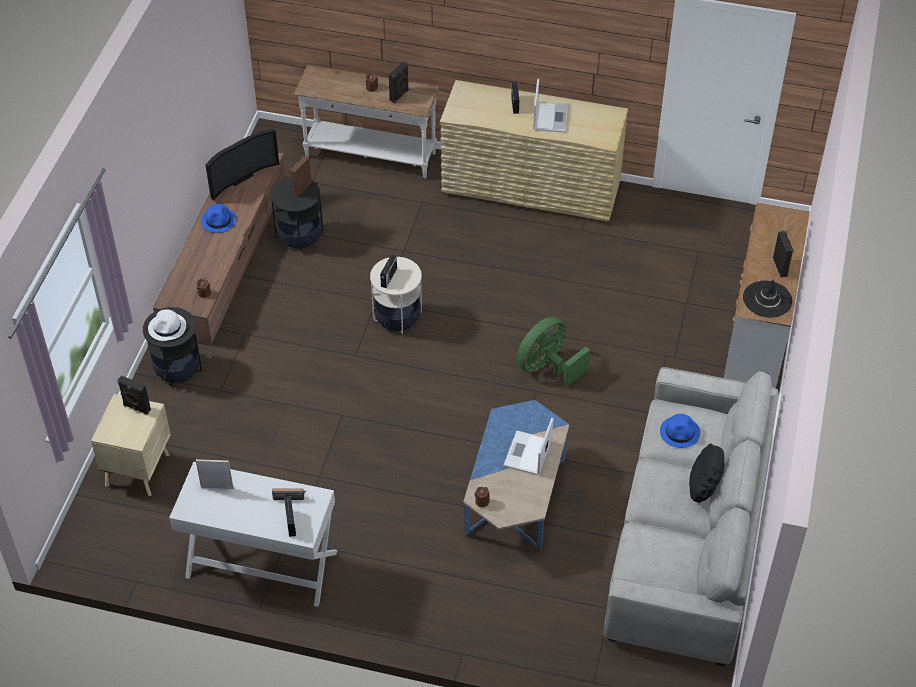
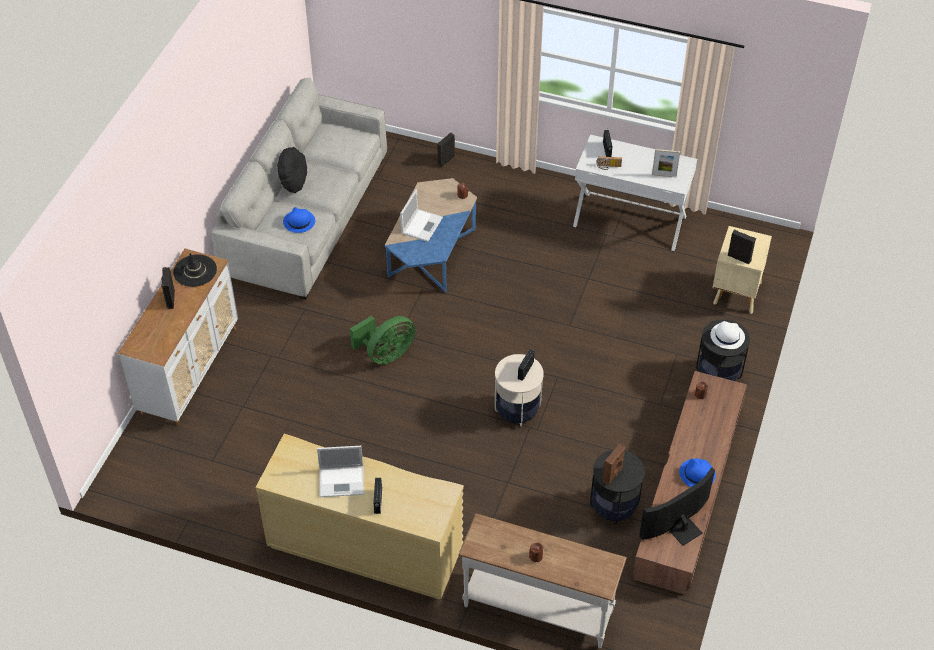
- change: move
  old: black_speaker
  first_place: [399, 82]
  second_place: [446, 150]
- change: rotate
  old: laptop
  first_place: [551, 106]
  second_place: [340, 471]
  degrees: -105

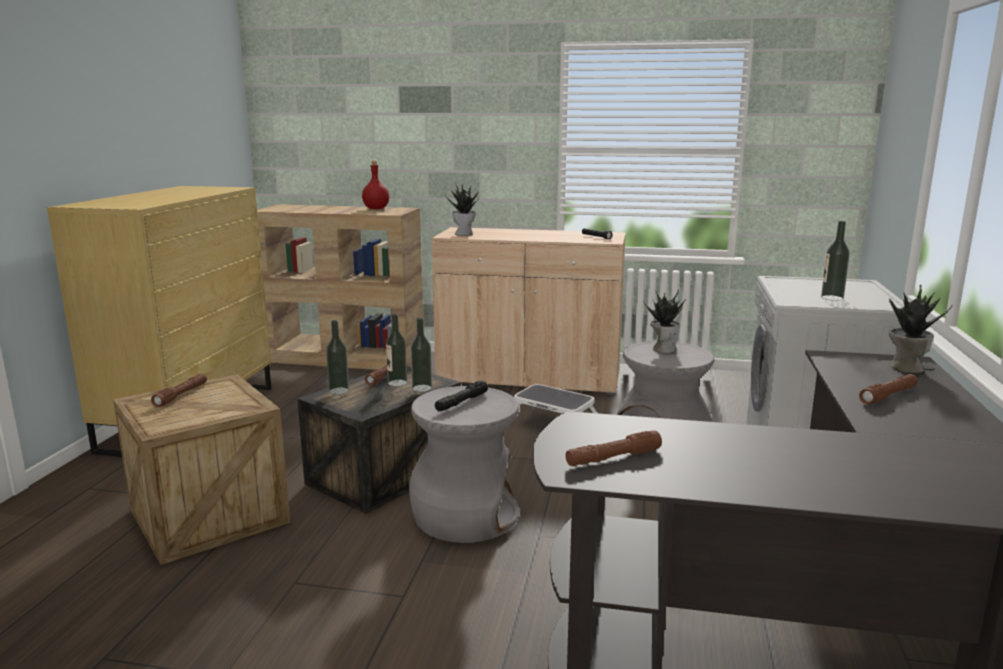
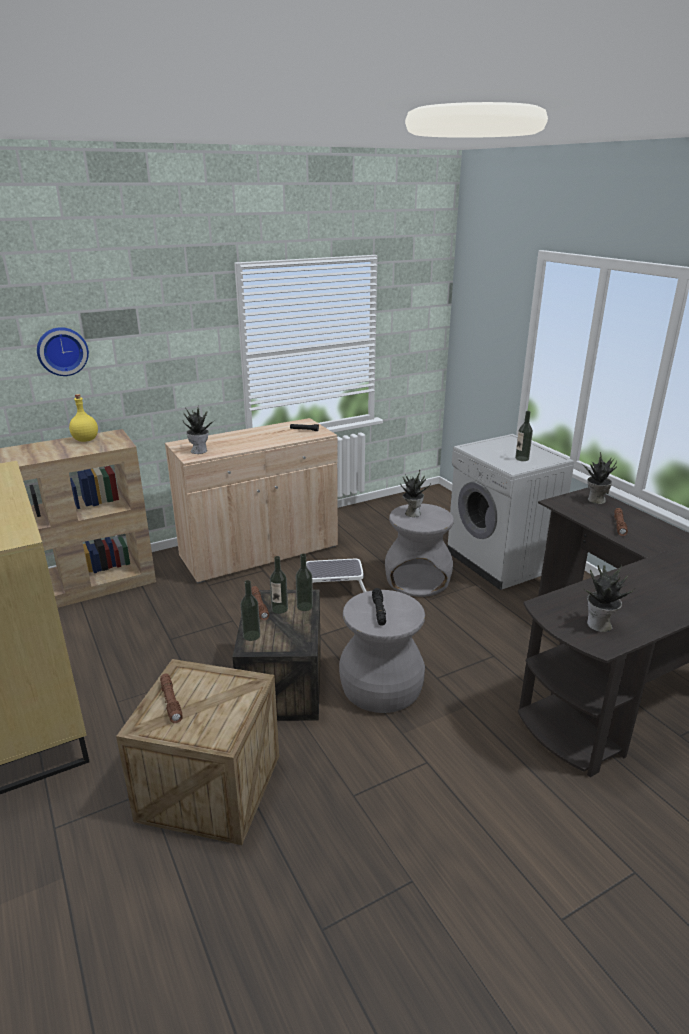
- change: recolor
  old: red_bottle
  new: yellow_bottle
  first_place: [375, 185]
  second_place: [83, 418]
- change: replace
  old: brown_flashlight
  new: potted_plant
  first_place: [614, 448]
  second_place: [609, 598]
- change: insert
  new: wall_clock
  second_place: [63, 351]

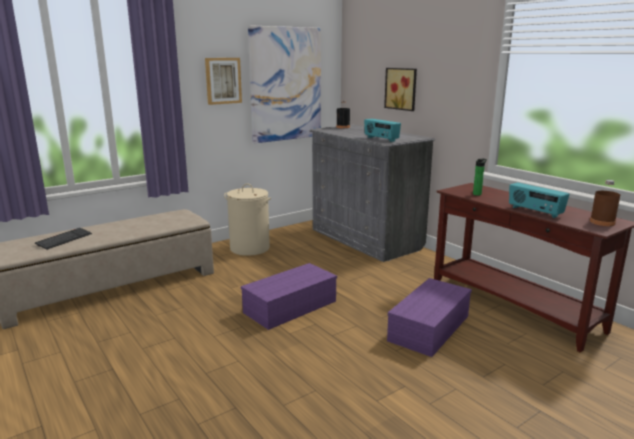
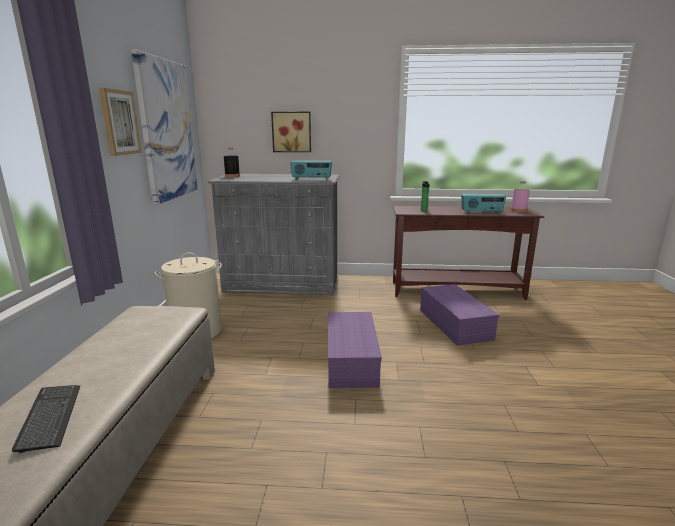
- change: recolor
  old: brown_bottle
  new: pink_bottle
  first_place: [605, 203]
  second_place: [520, 196]

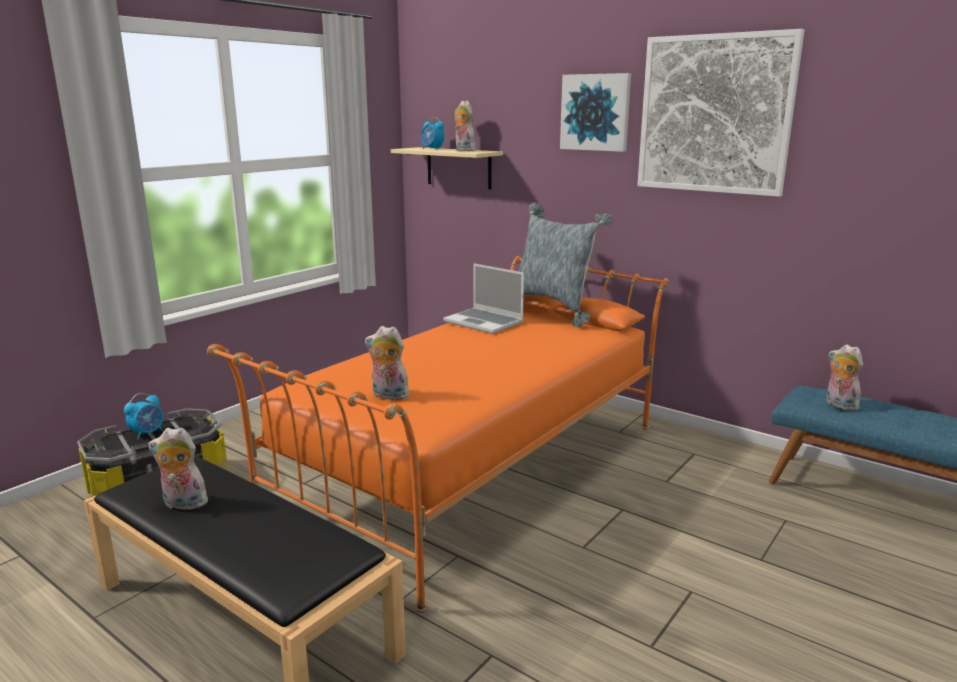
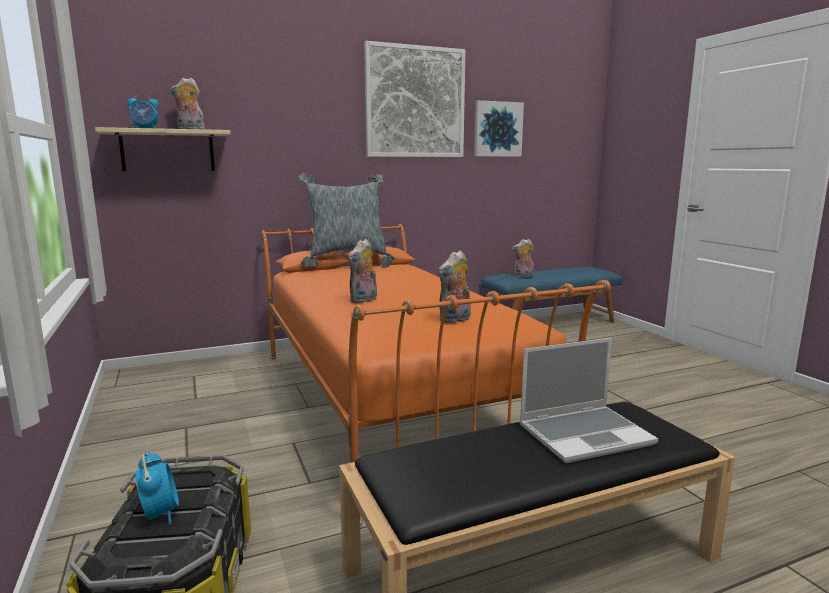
- change: move
  old: picture
  first_place: [595, 112]
  second_place: [499, 128]
- change: move
  old: laptop
  first_place: [483, 298]
  second_place: [589, 400]
- change: move
  old: plush_toy
  first_place: [179, 468]
  second_place: [362, 271]

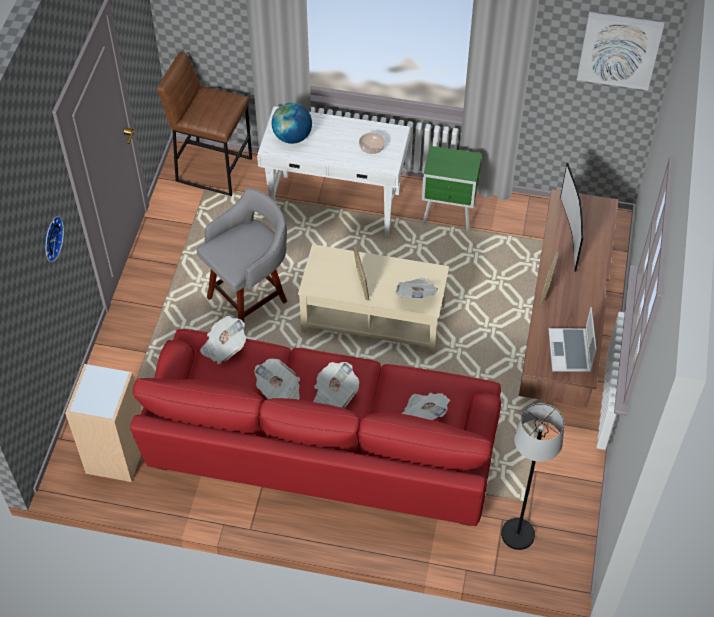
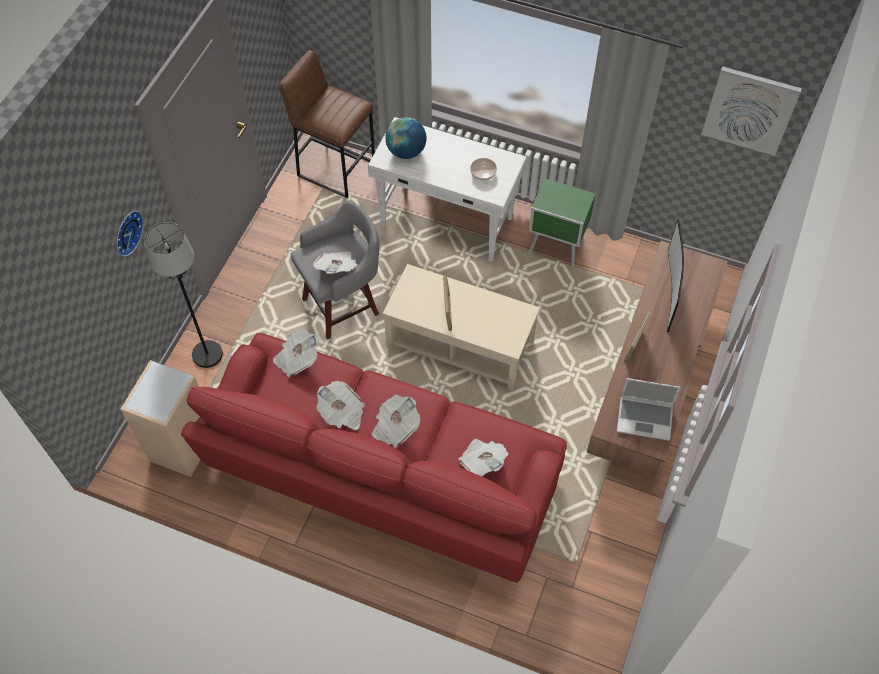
- change: move
  old: newspaper
  first_place: [416, 289]
  second_place: [335, 262]
- change: rotate
  old: laptop
  first_place: [572, 339]
  second_place: [649, 409]
  degrees: -90
- change: move
  old: black_floor_lamp
  first_place: [532, 476]
  second_place: [183, 295]

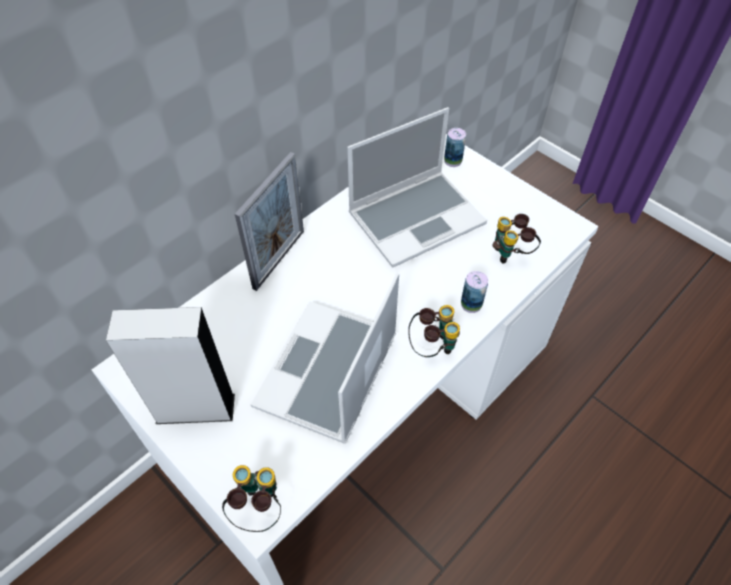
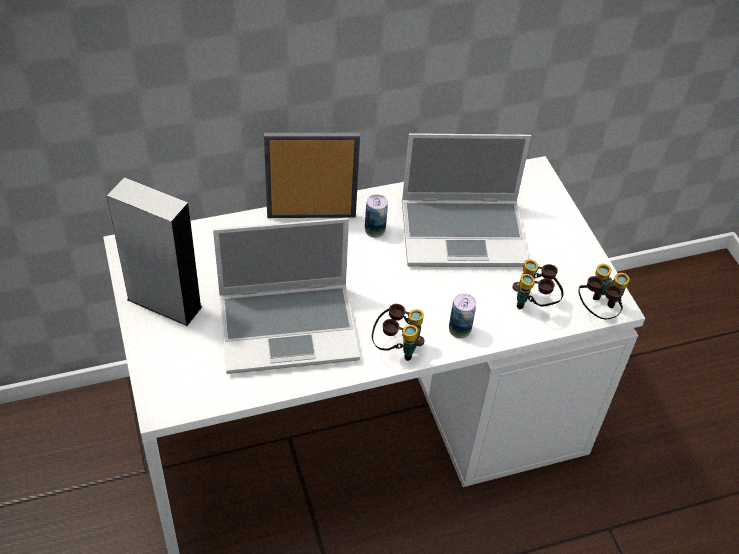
- change: move
  old: can
  first_place: [455, 147]
  second_place: [376, 216]
- change: rotate
  old: picture_frame
  first_place: [269, 221]
  second_place: [312, 175]
  degrees: -150
- change: rotate
  old: laptop
  first_place: [325, 358]
  second_place: [286, 296]
  degrees: -150
- change: move
  old: binoculars
  first_place: [251, 498]
  second_place: [604, 291]

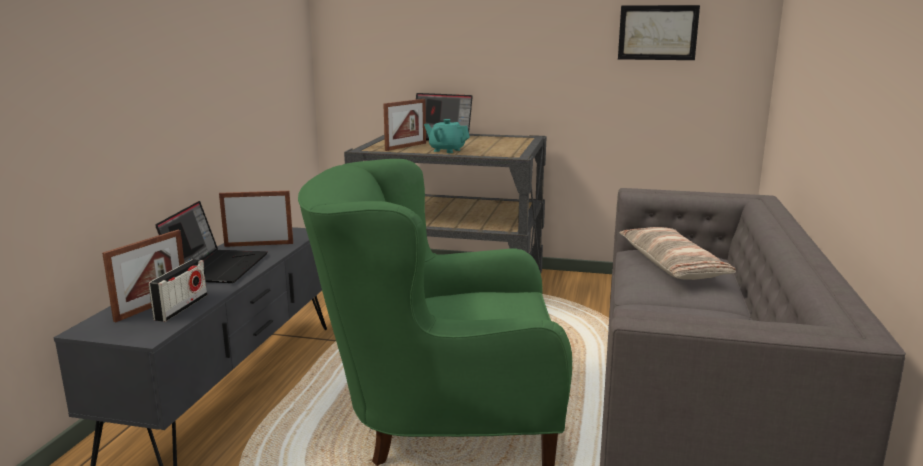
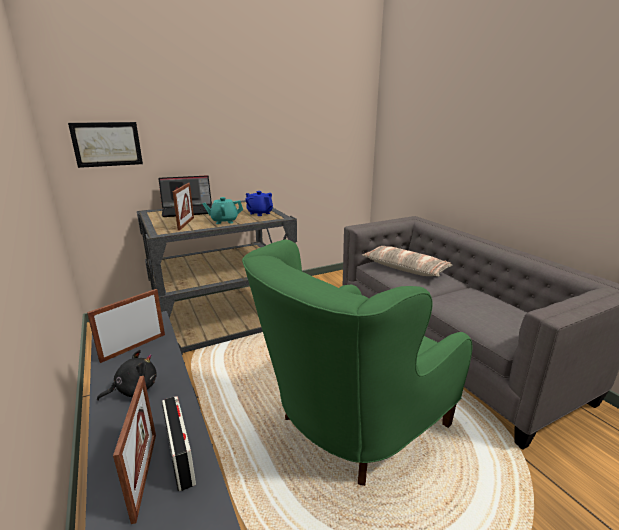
- change: move
  old: picture
  first_place: [659, 32]
  second_place: [105, 145]
- change: replace
  old: laptop
  new: black_plush_toy
  first_place: [211, 242]
  second_place: [127, 375]
- change: insert
  new: blue_teapot
  second_place: [259, 203]

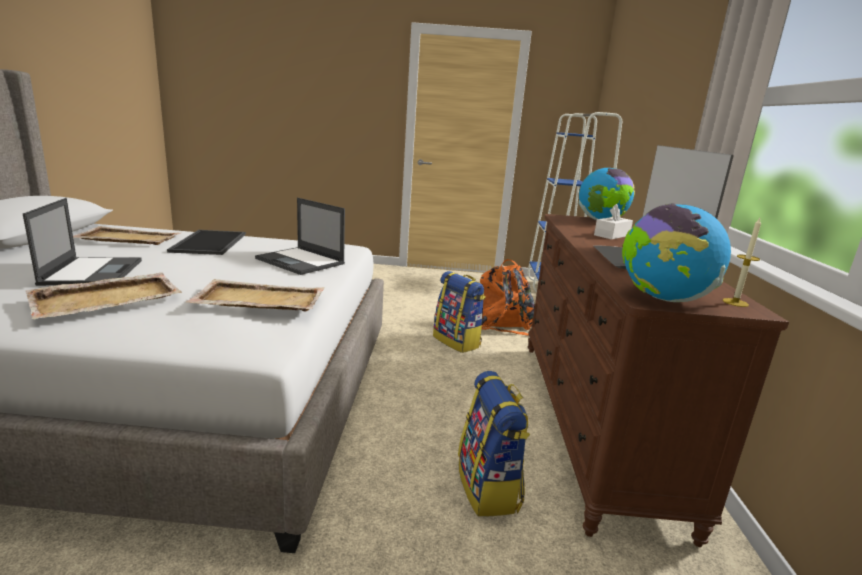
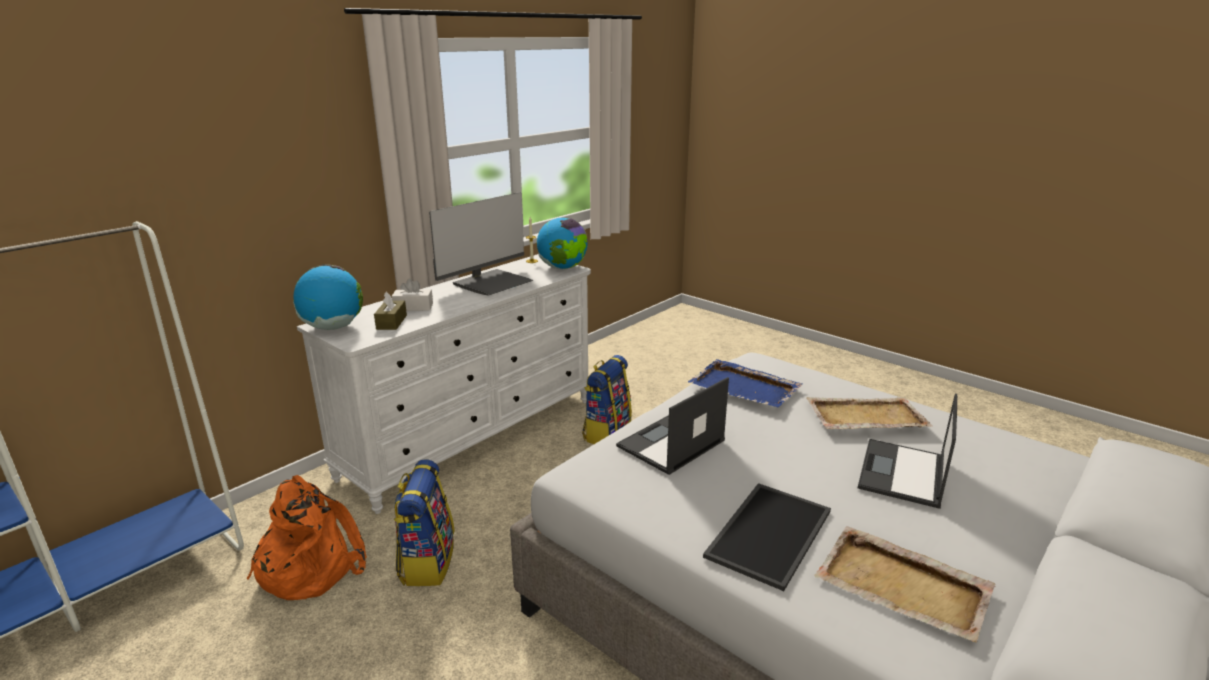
- change: rotate
  old: laptop
  first_place: [300, 236]
  second_place: [672, 426]
  degrees: -120
- change: recolor
  old: brown_dresser
  new: white_dresser
  first_place: [658, 380]
  second_place: [444, 384]
- change: recolor
  old: beige_tray
  new: blue_tray
  first_place: [255, 295]
  second_place: [745, 383]
- change: insert
  new: brown_tissue_box
  second_place: [390, 311]

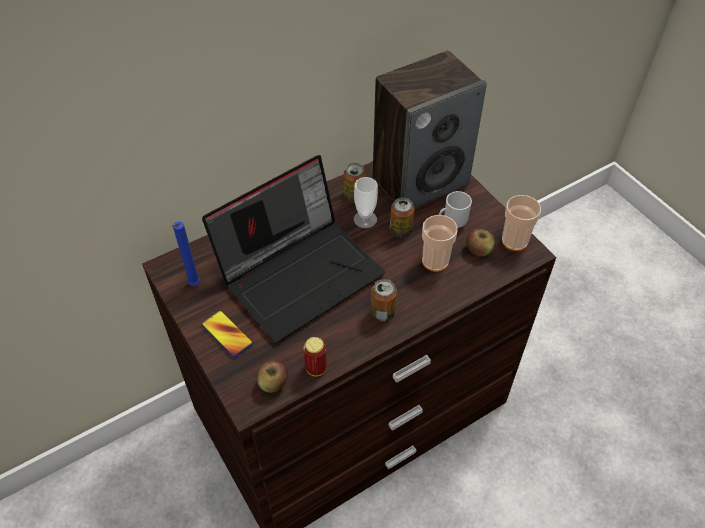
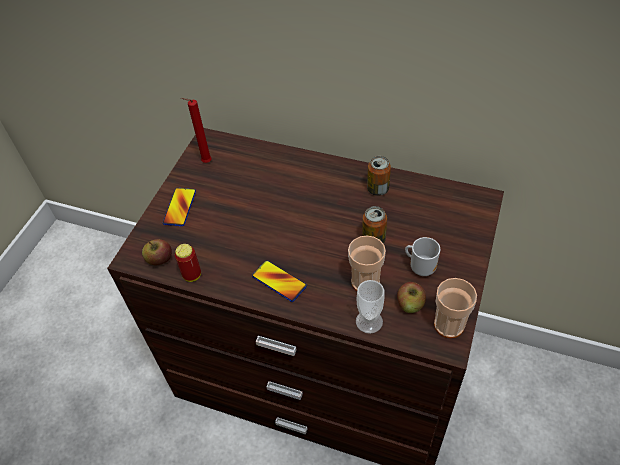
- change: delete
  old: speaker
  first_place: [430, 129]
- change: delete
  old: laptop
  first_place: [293, 248]
- change: move
  old: cup
  first_place: [366, 202]
  second_place: [370, 307]
- change: recolor
  old: blue_candle
  new: red_candle
  first_place: [186, 253]
  second_place: [196, 130]
- change: replace
  old: can
  new: phone
  first_place: [383, 300]
  second_place: [279, 281]

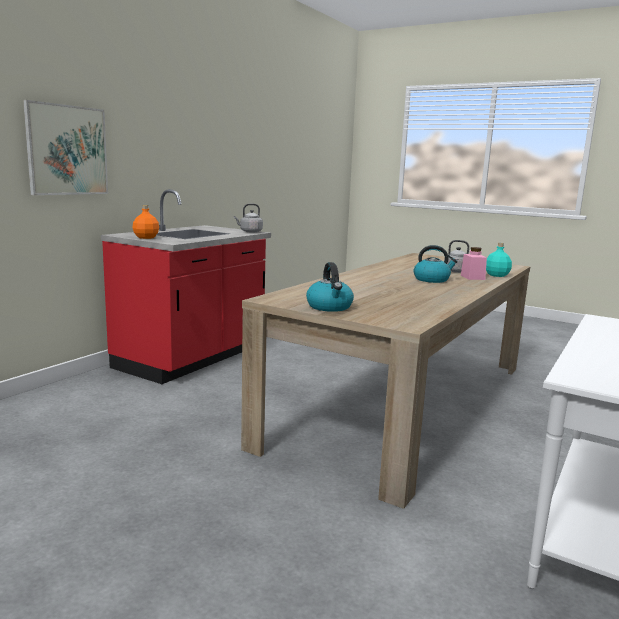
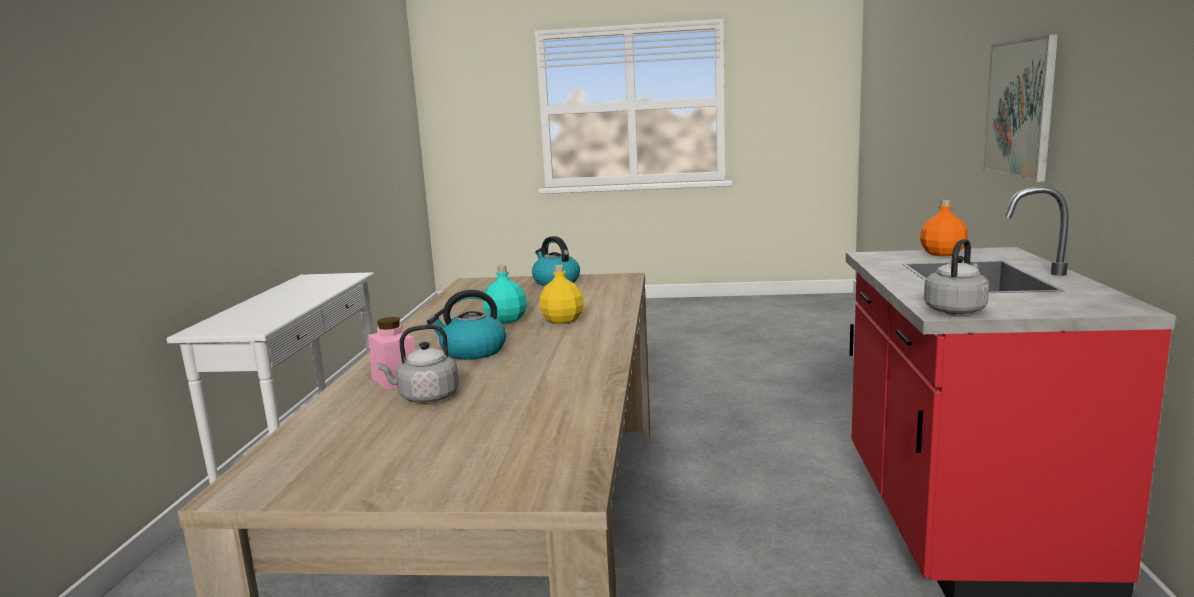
- change: move
  old: turquoise_bottle
  first_place: [499, 260]
  second_place: [505, 294]
- change: insert
  new: yellow_bottle
  second_place: [561, 294]

